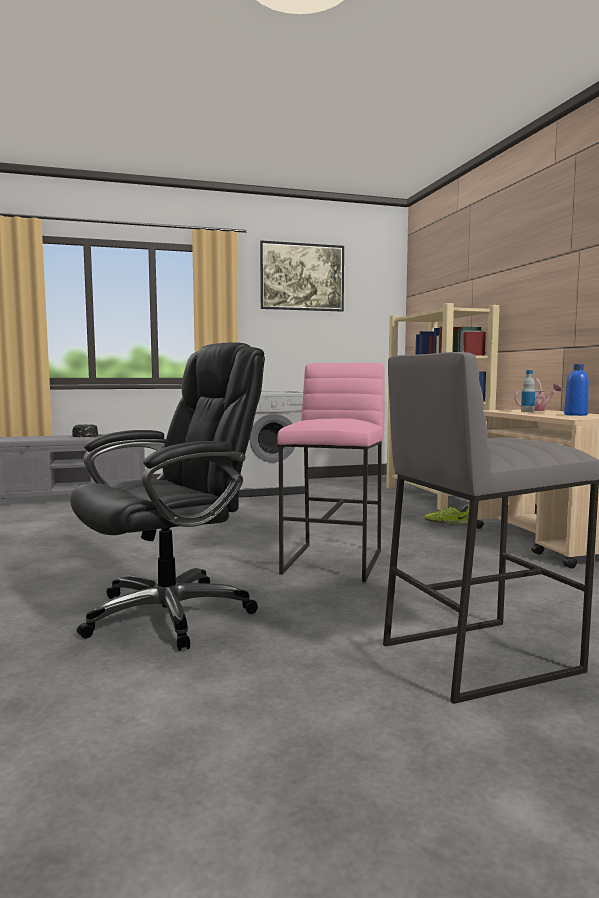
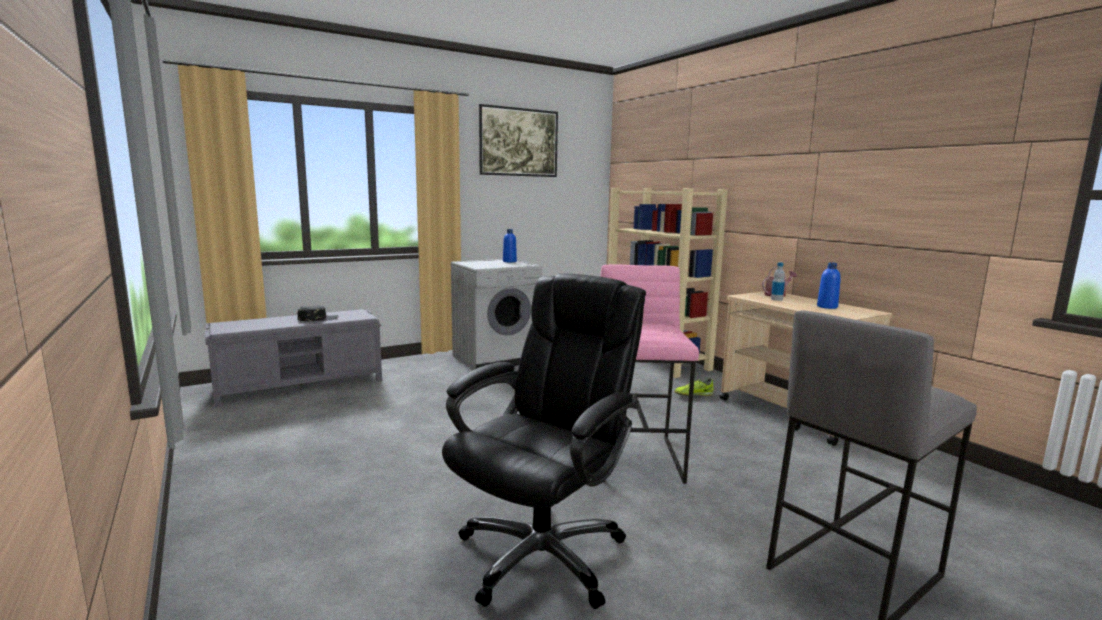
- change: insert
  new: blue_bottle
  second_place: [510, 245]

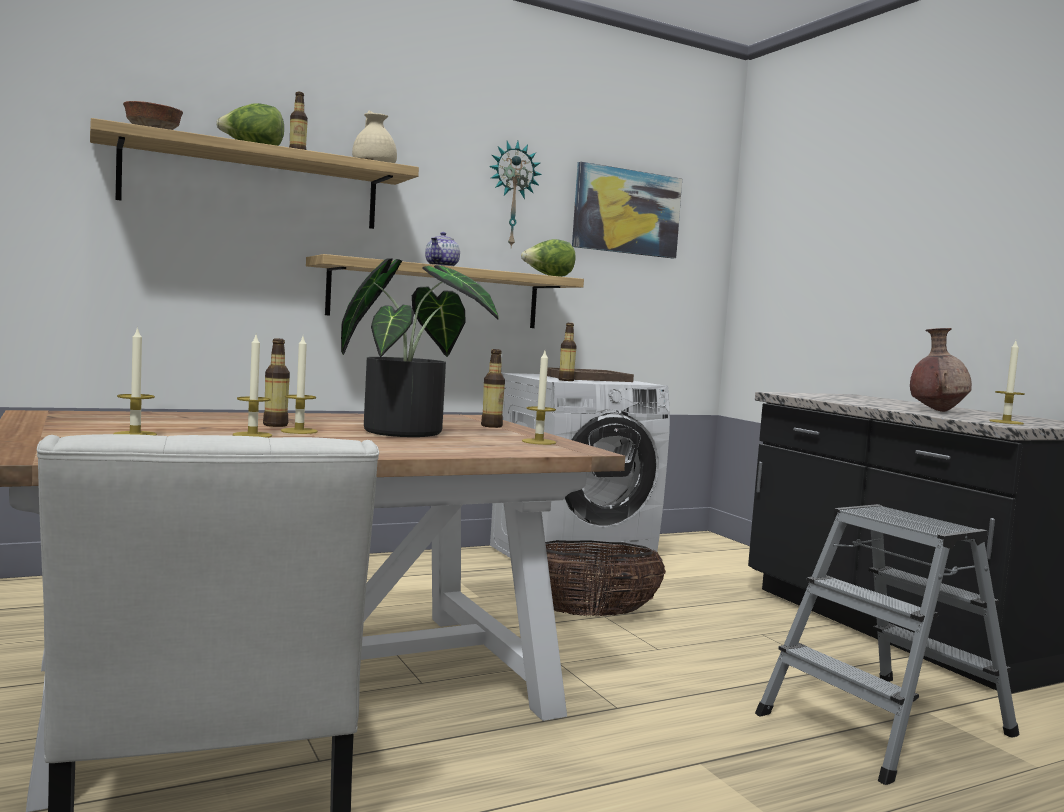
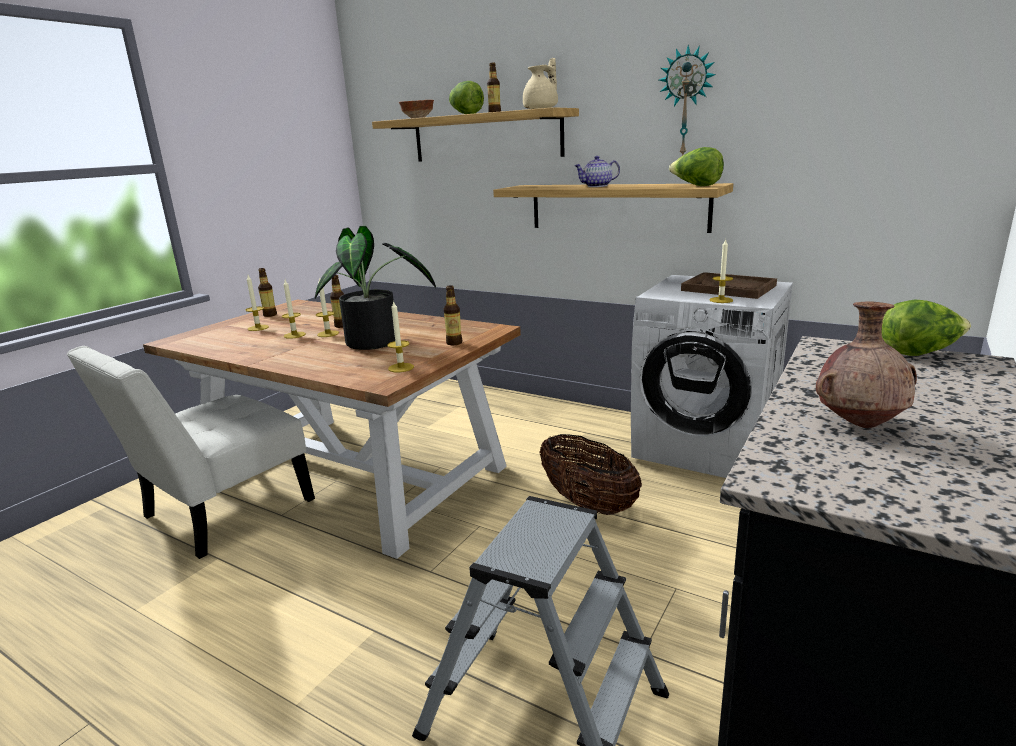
- change: delete
  old: picture
  first_place: [627, 210]
- change: move
  old: bottle
  first_place: [567, 352]
  second_place: [267, 292]
- change: move
  old: candle
  first_place: [1007, 382]
  second_place: [721, 271]
- change: insert
  new: lettuce
  second_place: [926, 327]

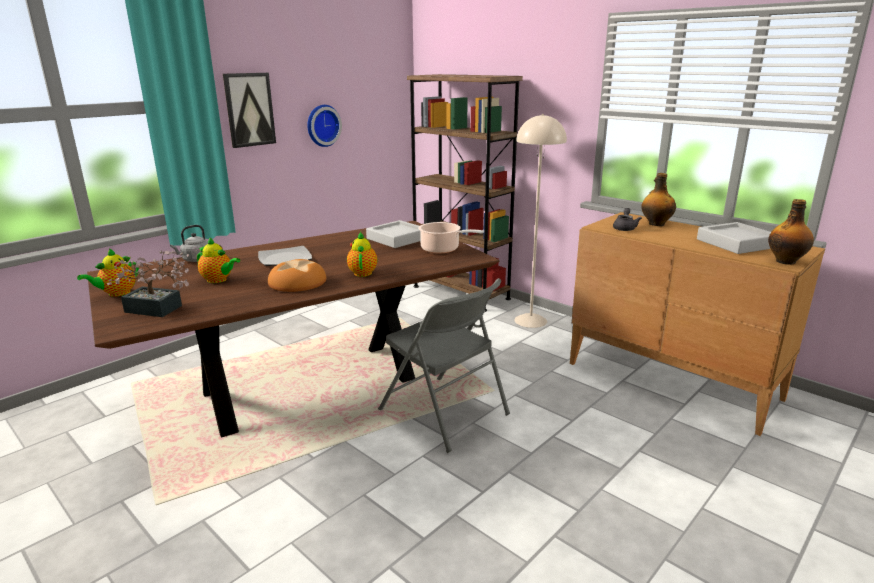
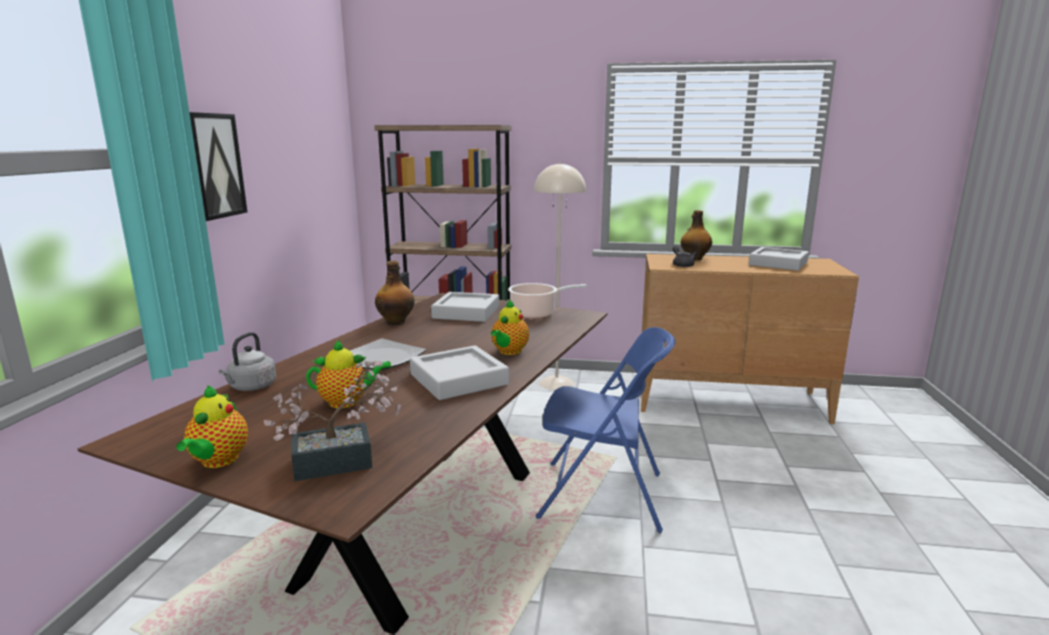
- change: delete
  old: wall_clock
  first_place: [324, 126]
- change: move
  old: bottle
  first_place: [791, 232]
  second_place: [394, 293]
- change: rotate
  old: teapot
  first_place: [362, 254]
  second_place: [510, 327]
  degrees: -120
- change: replace
  old: bread
  new: grey_tray
  first_place: [297, 275]
  second_place: [459, 372]
- change: recolor
  old: grey_chair
  new: blue_chair
  first_place: [444, 365]
  second_place: [606, 430]

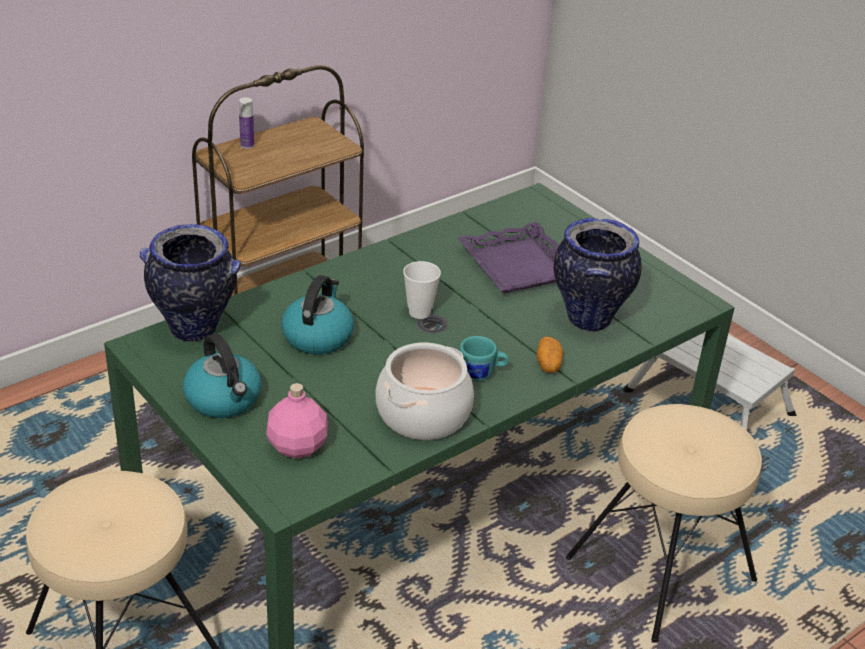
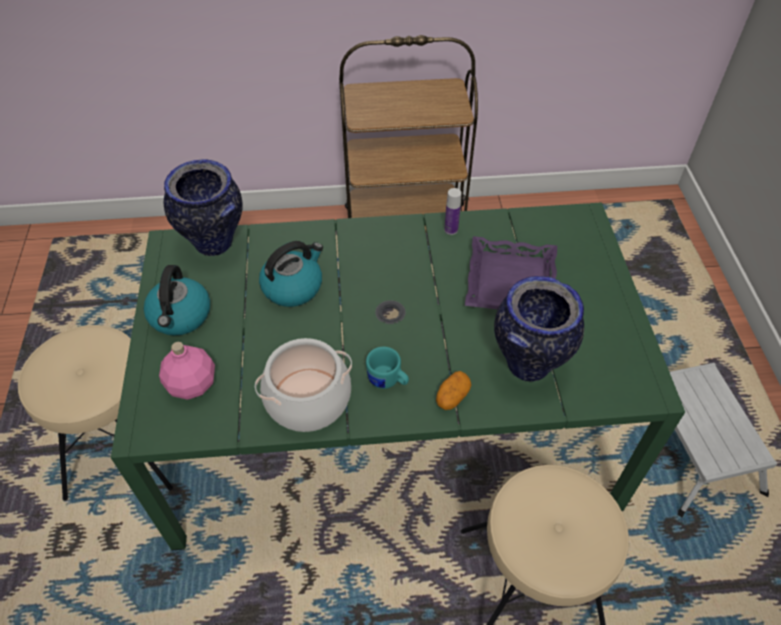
- change: move
  old: bottle
  first_place: [246, 123]
  second_place: [453, 211]
- change: delete
  old: cup
  first_place: [422, 290]

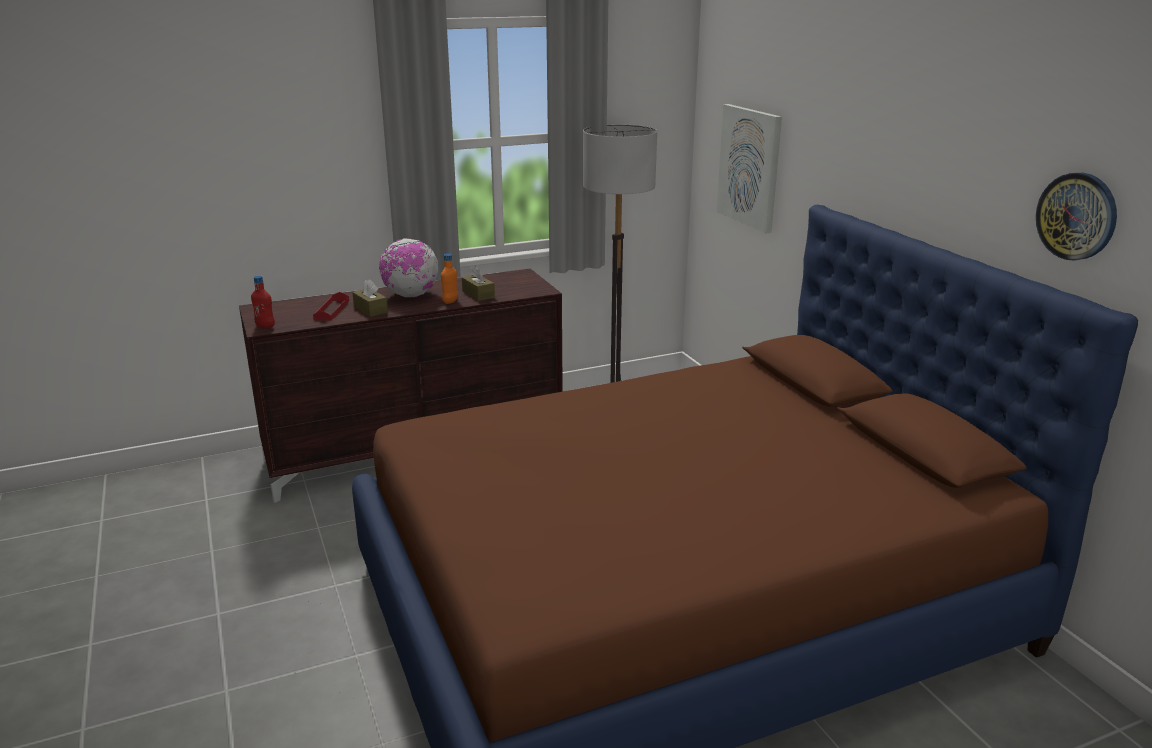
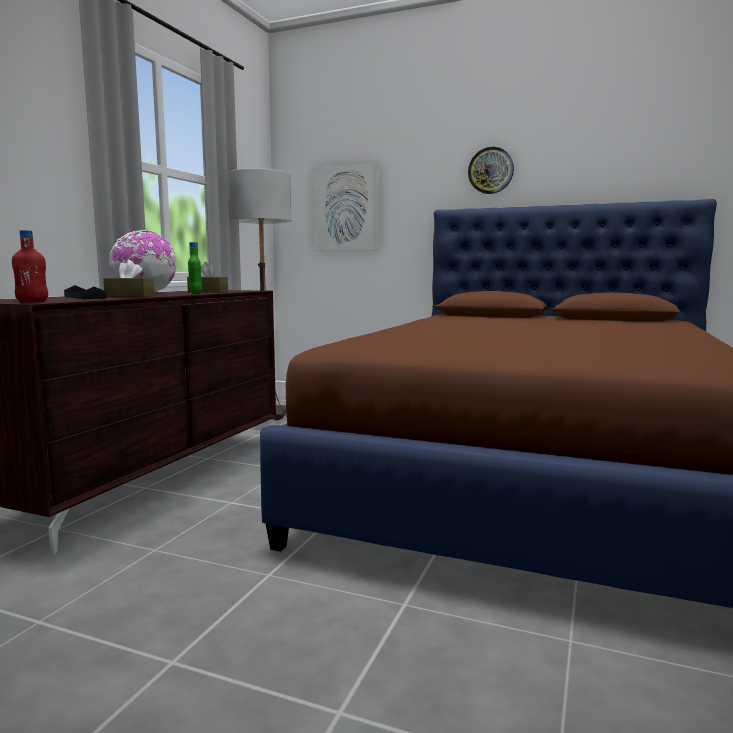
- change: move
  old: wall_clock
  first_place: [1076, 217]
  second_place: [491, 170]
- change: recolor
  old: orange_bottle
  new: green_bottle
  first_place: [449, 279]
  second_place: [195, 268]
- change: recolor
  old: red_tray
  new: black_tray
  first_place: [331, 306]
  second_place: [85, 292]

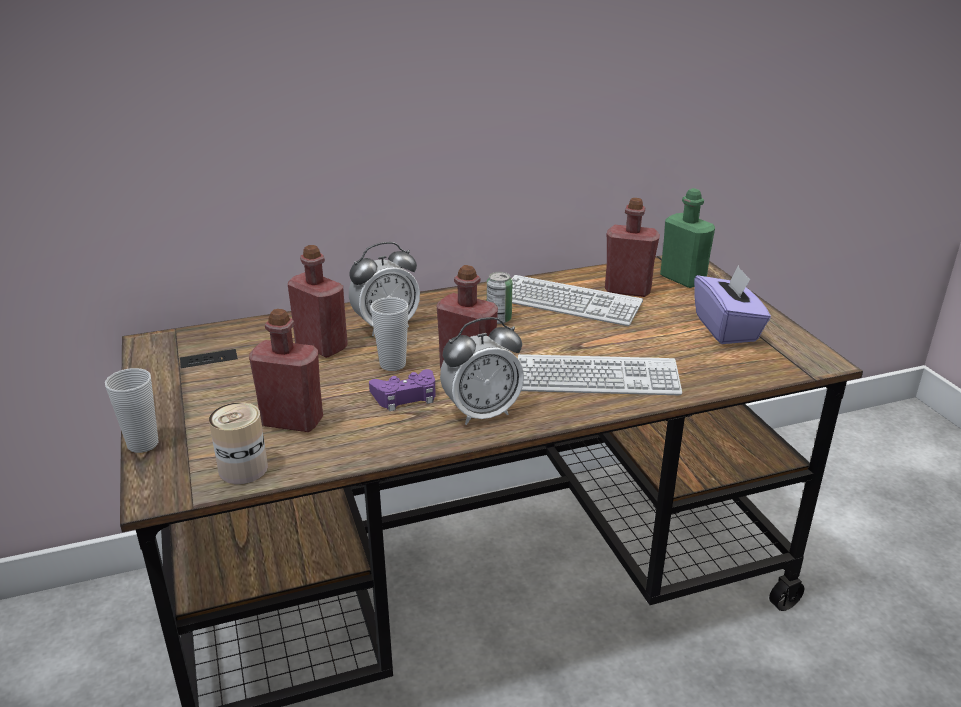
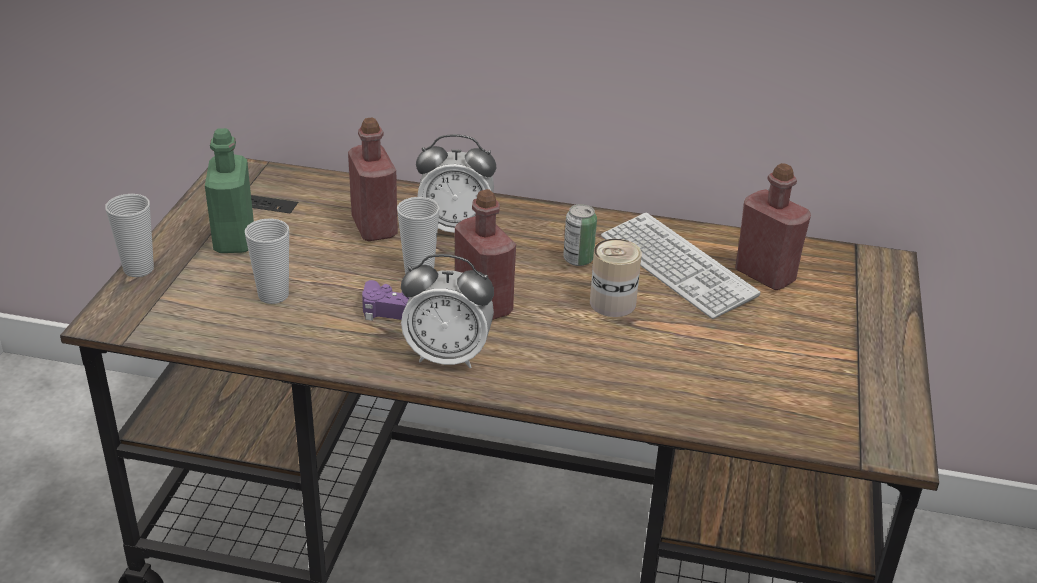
- change: move
  old: green_bottle
  first_place: [687, 238]
  second_place: [229, 190]
- change: delete
  old: purple_tissue_box
  first_place: [732, 304]
- change: replace
  old: red_bottle
  new: cup
  first_place: [286, 370]
  second_place: [267, 261]
- change: delete
  old: keyboard
  first_place: [600, 374]
- change: move
  old: can
  first_place: [238, 443]
  second_place: [616, 278]

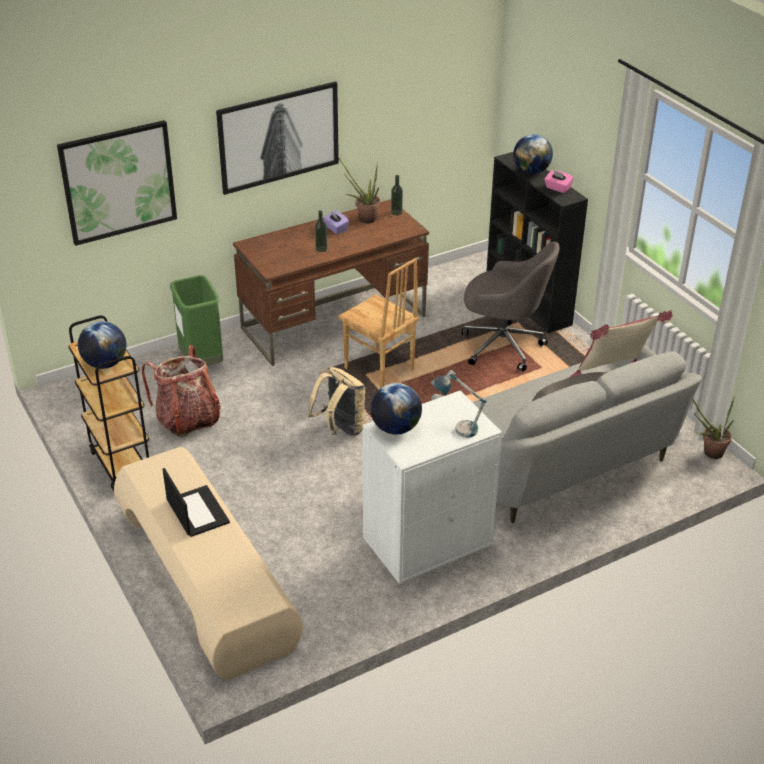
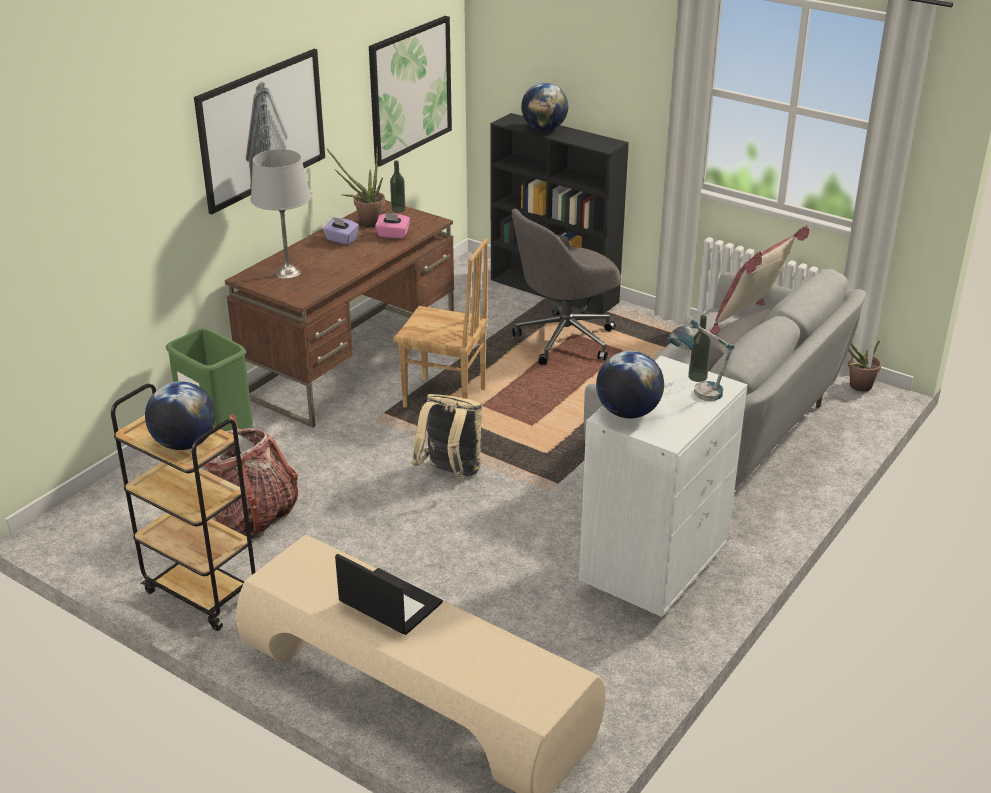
- change: move
  old: picture
  first_place: [117, 183]
  second_place: [410, 91]
- change: move
  old: pink_tissue_box
  first_place: [559, 181]
  second_place: [392, 226]
- change: move
  old: bottle
  first_place: [321, 231]
  second_place: [699, 348]
- change: rotate
  old: grey_office_chair
  first_place: [511, 307]
  second_place: [566, 287]
  degrees: 150
- change: insert
  new: grey_table_lamp
  second_place: [281, 214]

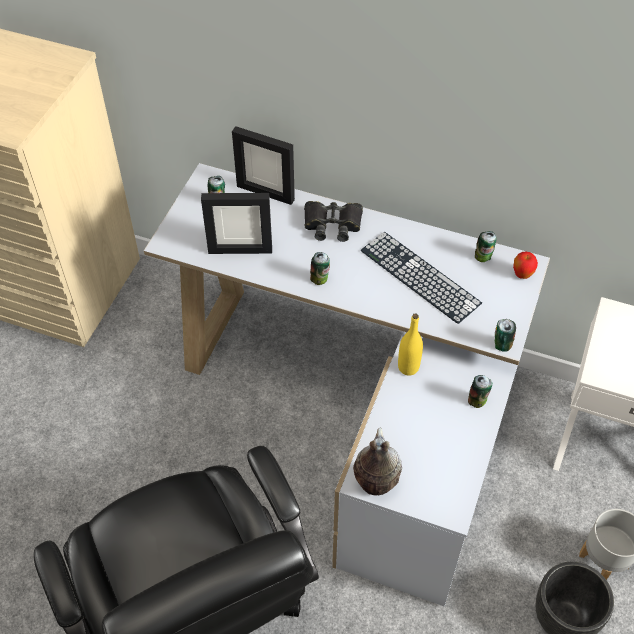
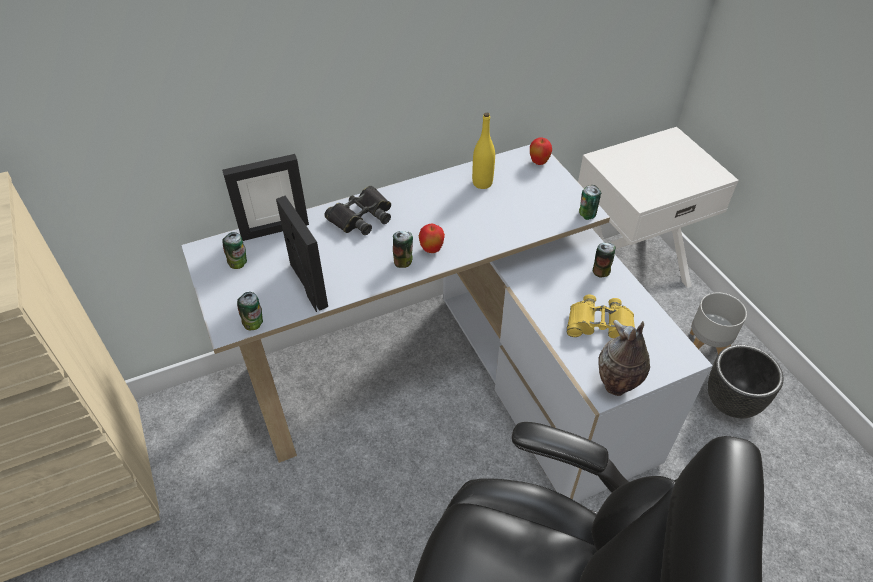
- change: rotate
  old: picture_frame
  first_place: [236, 223]
  second_place: [302, 254]
  degrees: -75
- change: move
  old: can
  first_place: [485, 246]
  second_place: [250, 311]
- change: delete
  old: keyboard
  first_place: [421, 278]
- change: move
  old: yellow_bottle
  first_place: [410, 345]
  second_place: [483, 151]
- change: insert
  new: apple
  second_place: [432, 238]
- change: insert
  new: yellow_binoculars
  second_place: [601, 316]

